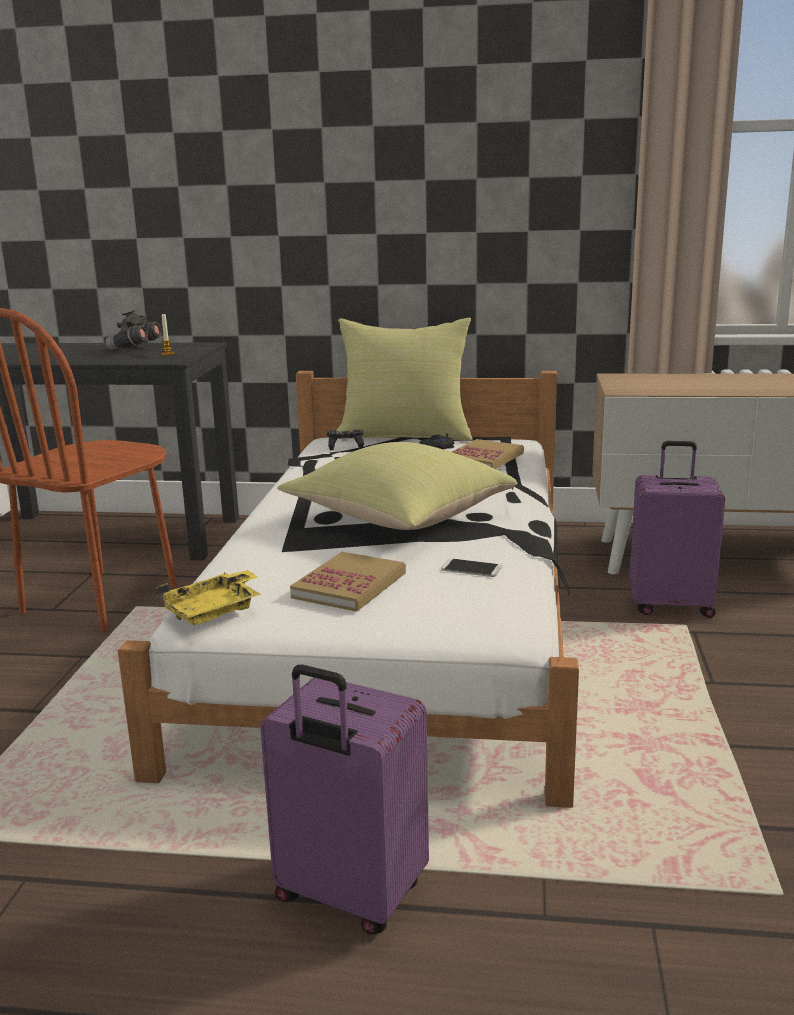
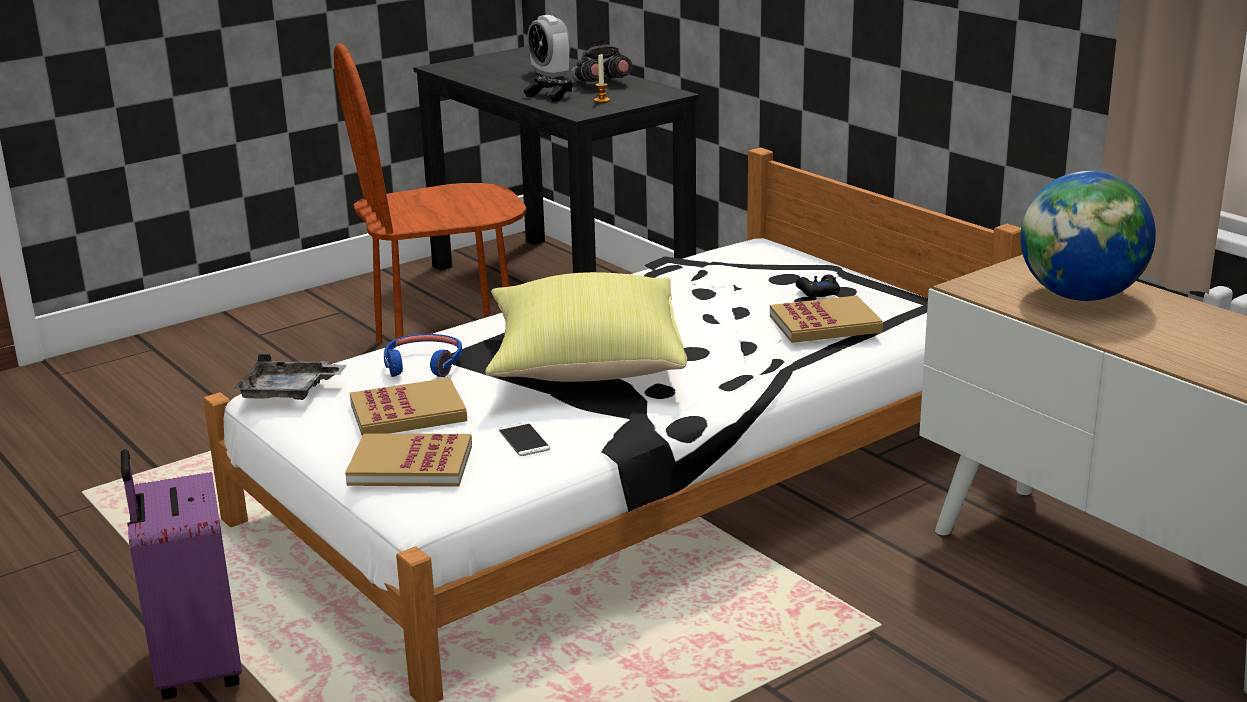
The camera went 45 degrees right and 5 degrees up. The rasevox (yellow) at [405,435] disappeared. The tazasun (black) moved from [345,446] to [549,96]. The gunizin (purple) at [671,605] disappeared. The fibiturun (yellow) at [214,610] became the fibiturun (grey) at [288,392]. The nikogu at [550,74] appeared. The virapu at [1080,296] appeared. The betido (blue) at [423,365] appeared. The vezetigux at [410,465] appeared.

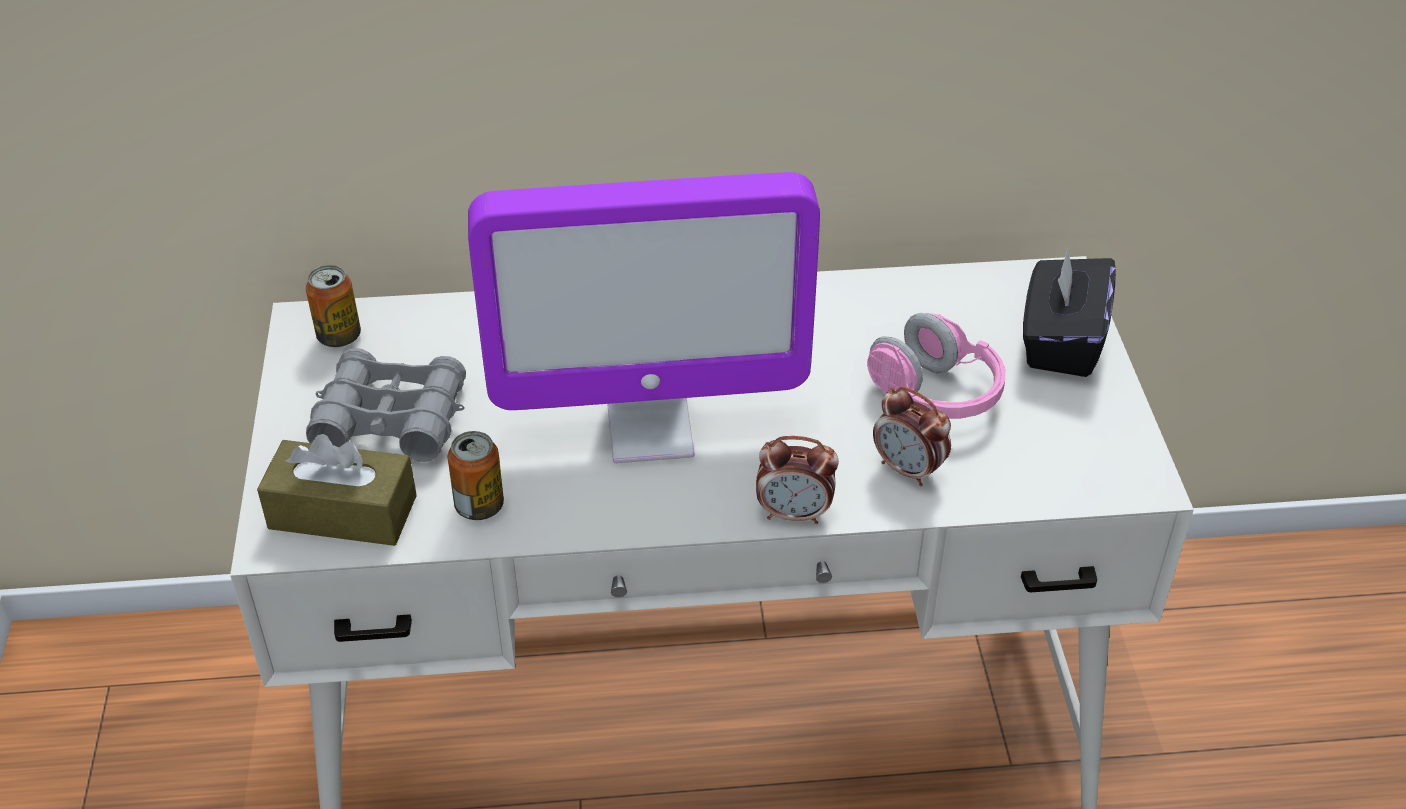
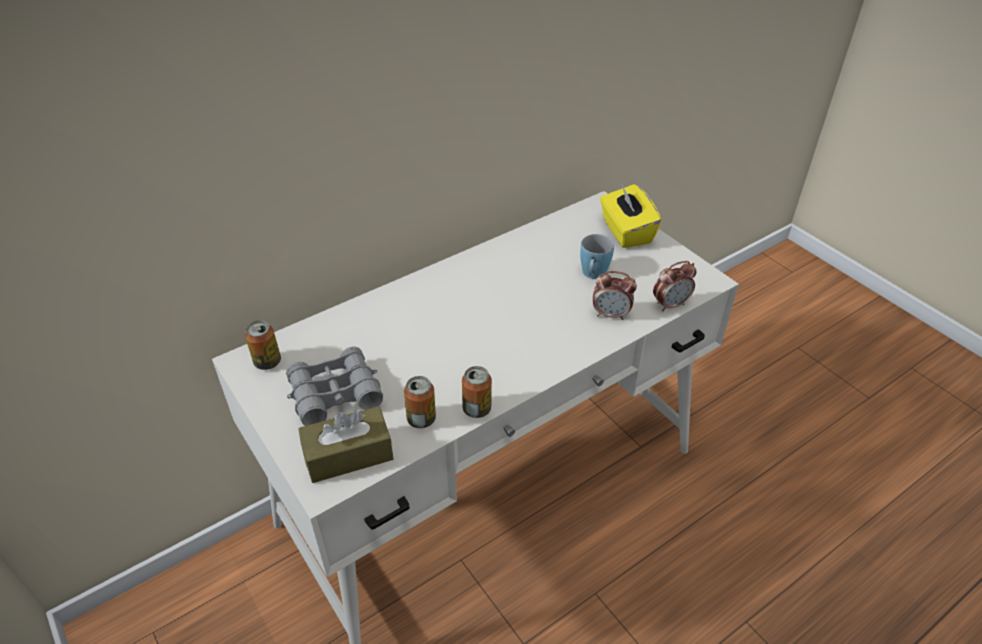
The camera went 30 degrees left and 0 degrees up. The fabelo at [650,429] disappeared. The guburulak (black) at [1060,342] became the guburulak (yellow) at [626,232]. The betido (pink) at [934,394] was replaced by the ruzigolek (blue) at [593,275]. The nikogu moved from [794,514] to [670,304]. The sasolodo at [477,409] appeared.

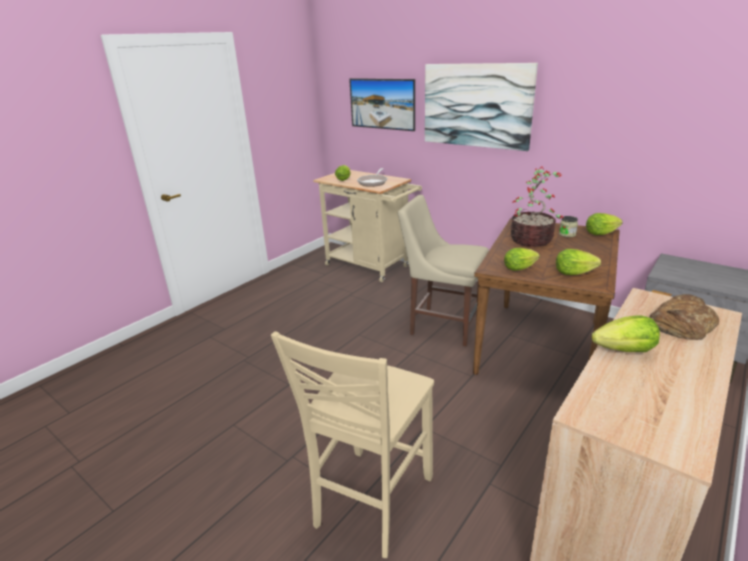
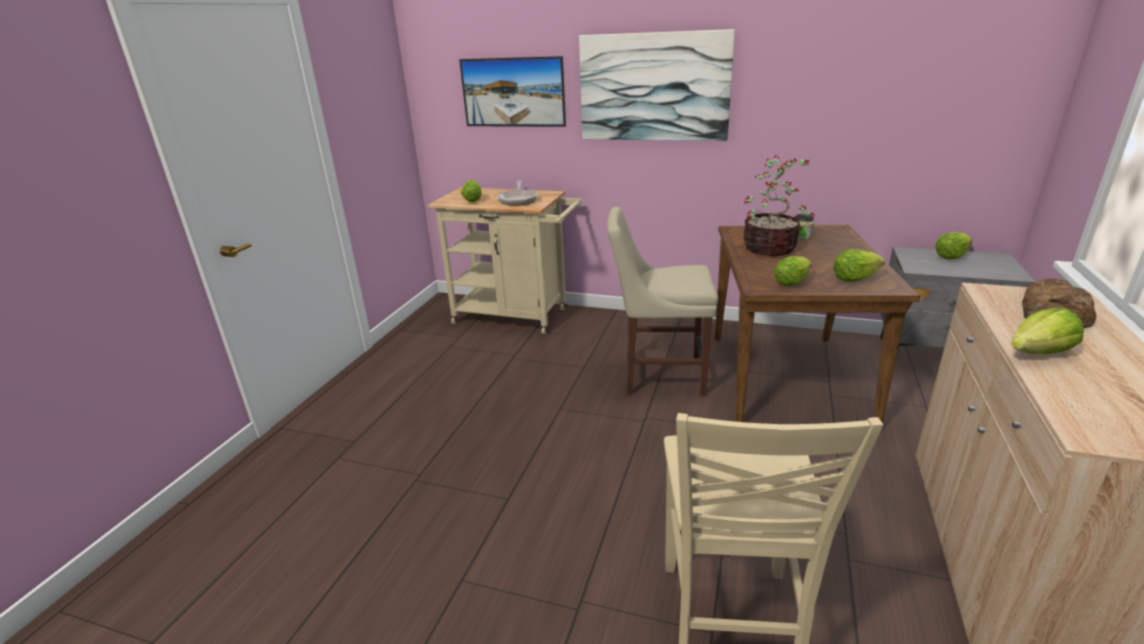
The camera went 20 degrees left and 0 degrees up. The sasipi moved from [600,233] to [951,256].

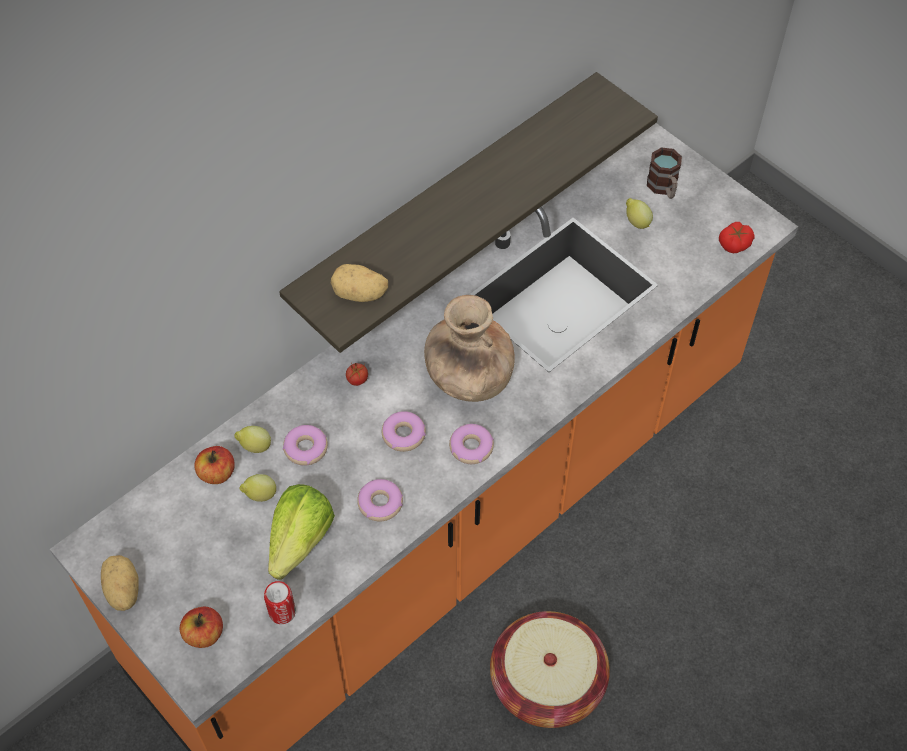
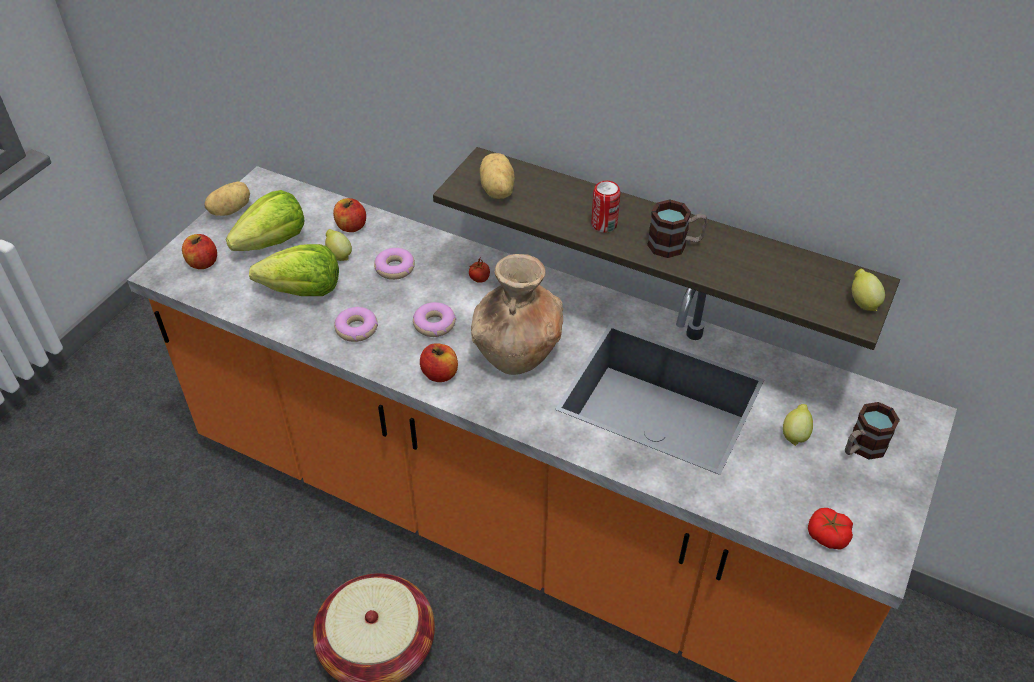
The camera went 70 degrees right and 10 degrees down. The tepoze at [471,447] was replaced by the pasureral at [440,374]. The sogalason moved from [255,447] to [862,302]. The sasolodo moved from [282,612] to [604,225]. The sasipi at [273,242] appeared. The ruzigolek at [675,245] appeared.

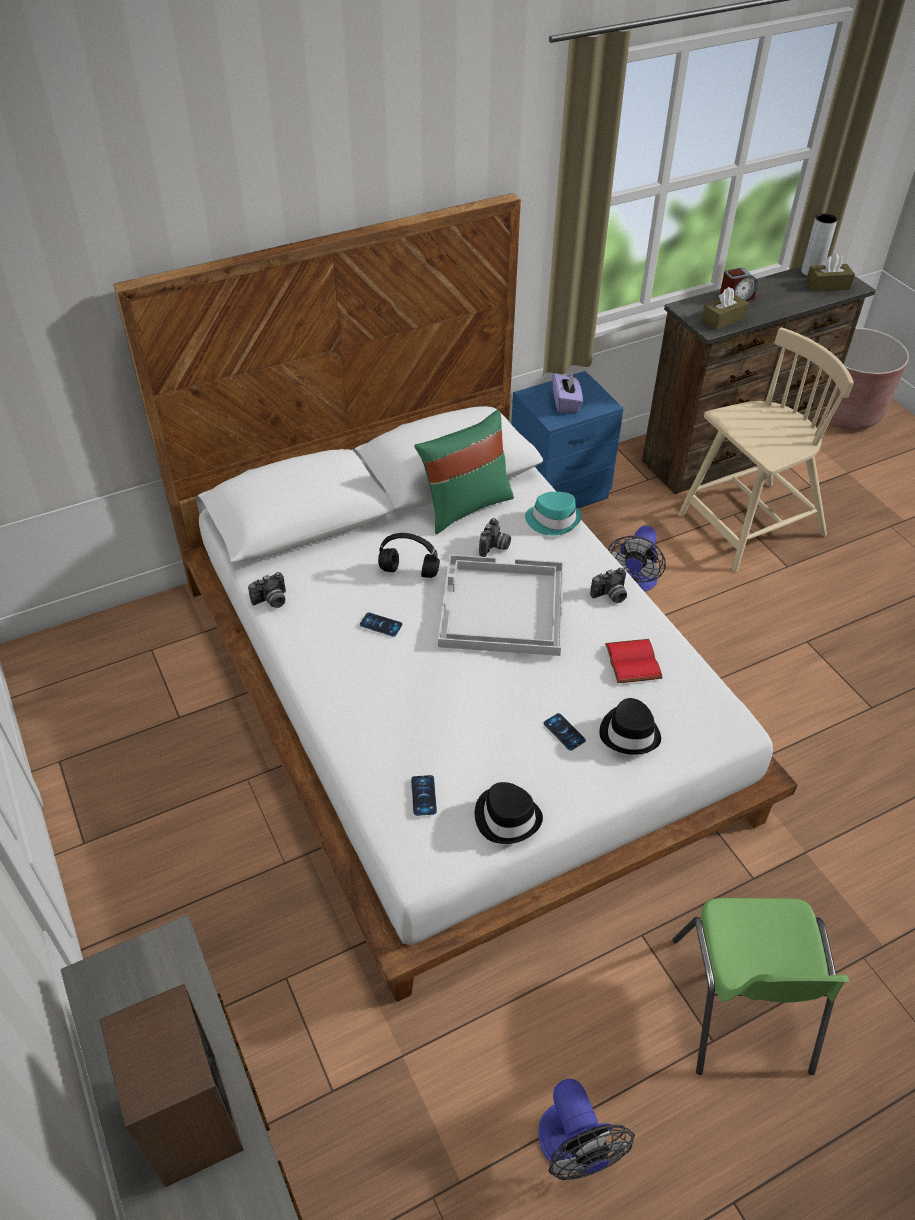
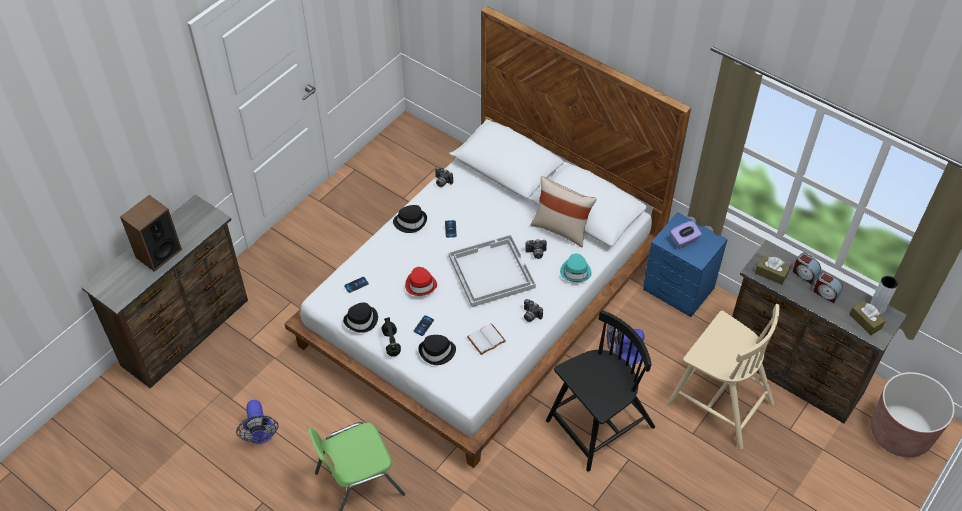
The camera went 65 degrees right and 5 degrees up. The rasevox (green) at [465,506] became the rasevox (beige) at [561,229]. The betido (black) moved from [410,571] to [392,343]. The vezetigux (red) at [634,662] became the vezetigux (white) at [486,340]. The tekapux at [574,1149] turned 60 degrees counterclockwise. The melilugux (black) at [410,222] appeared. The melilugux (red) at [421,284] appeared. The nikogu at [825,293] appeared. The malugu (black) at [598,425] appeared.

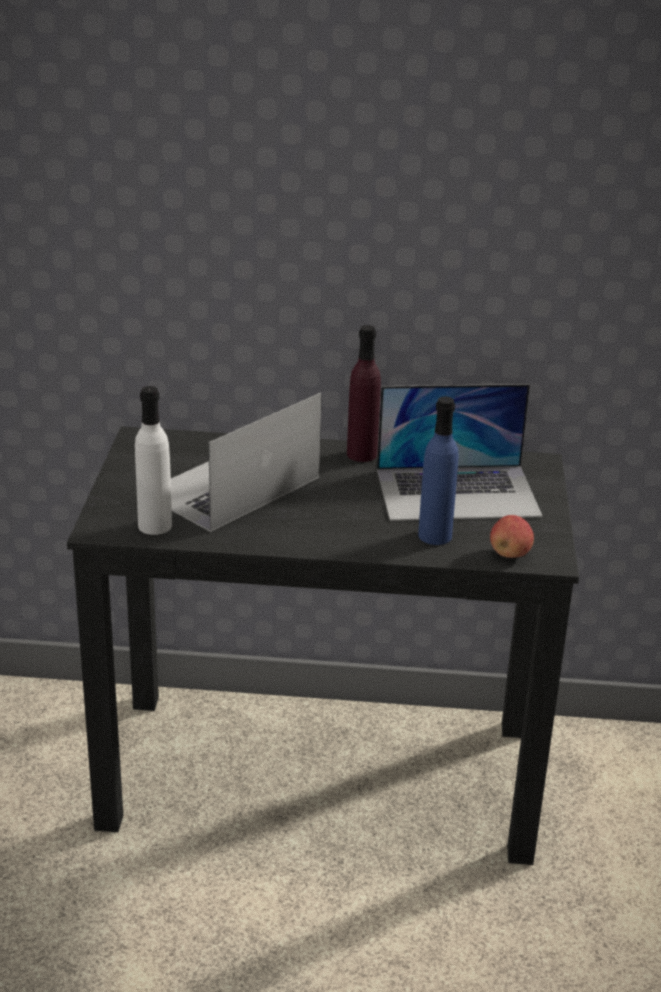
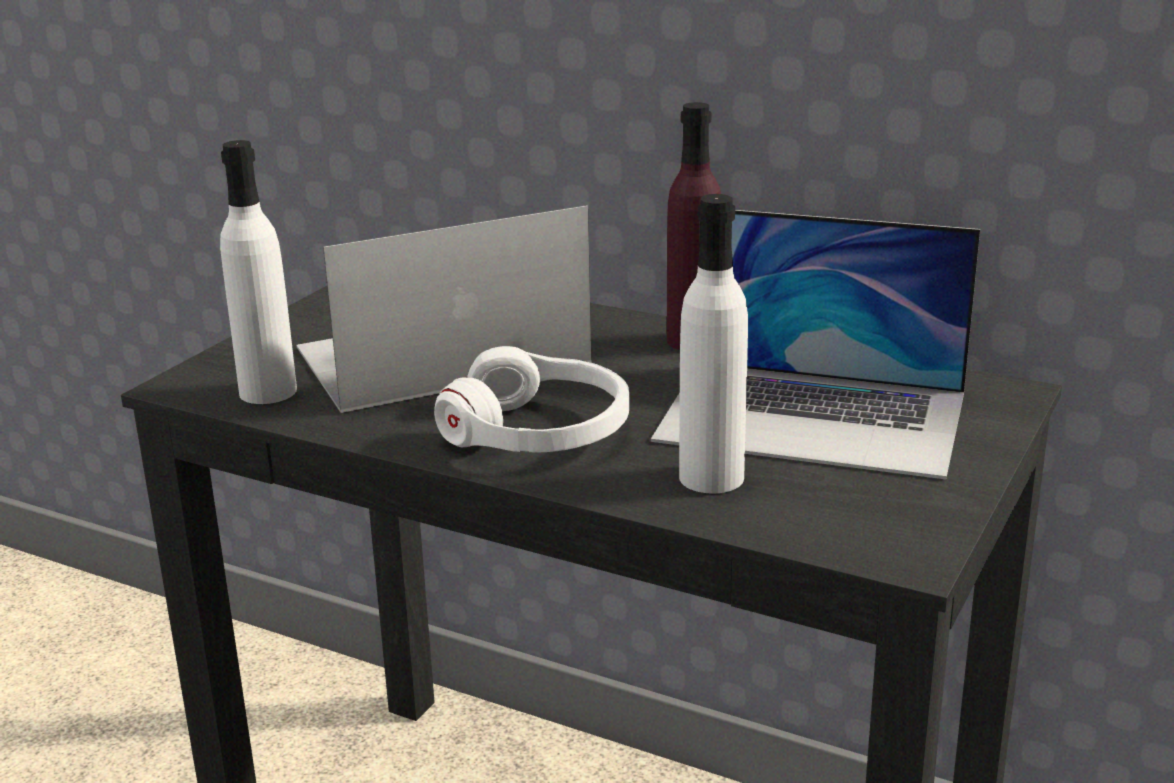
The camera went 25 degrees right and 5 degrees down. The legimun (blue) at [435,535] became the legimun (white) at [711,477]. The pasureral at [510,554] disappeared. The betido (white) at [538,432] appeared.

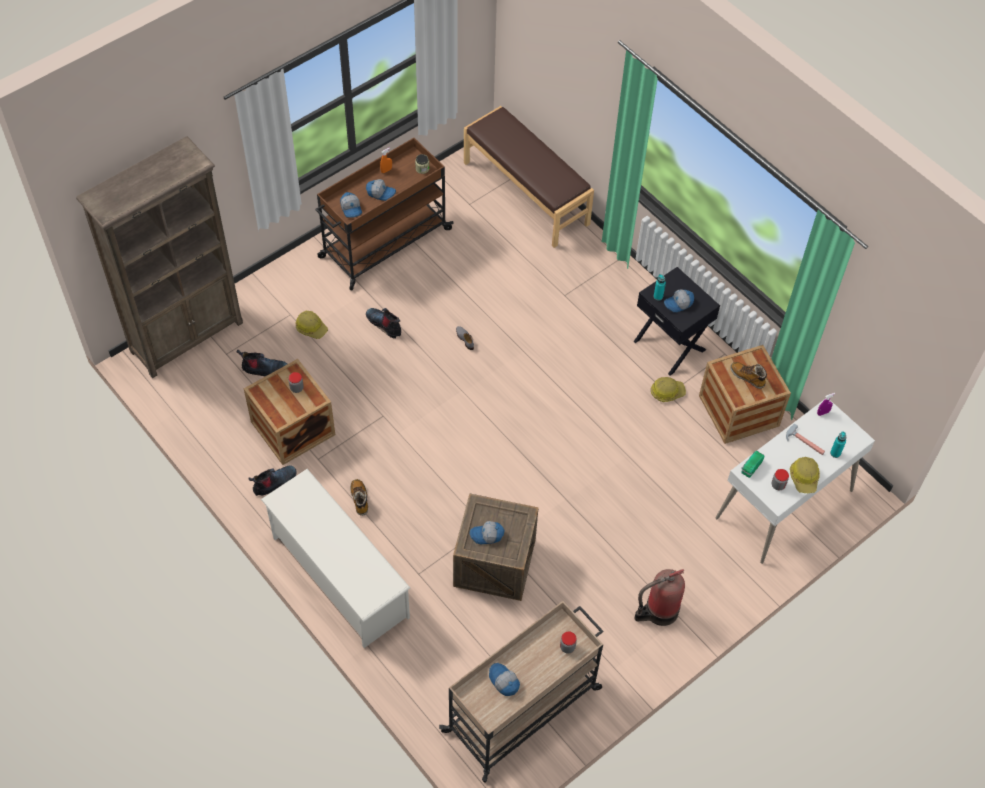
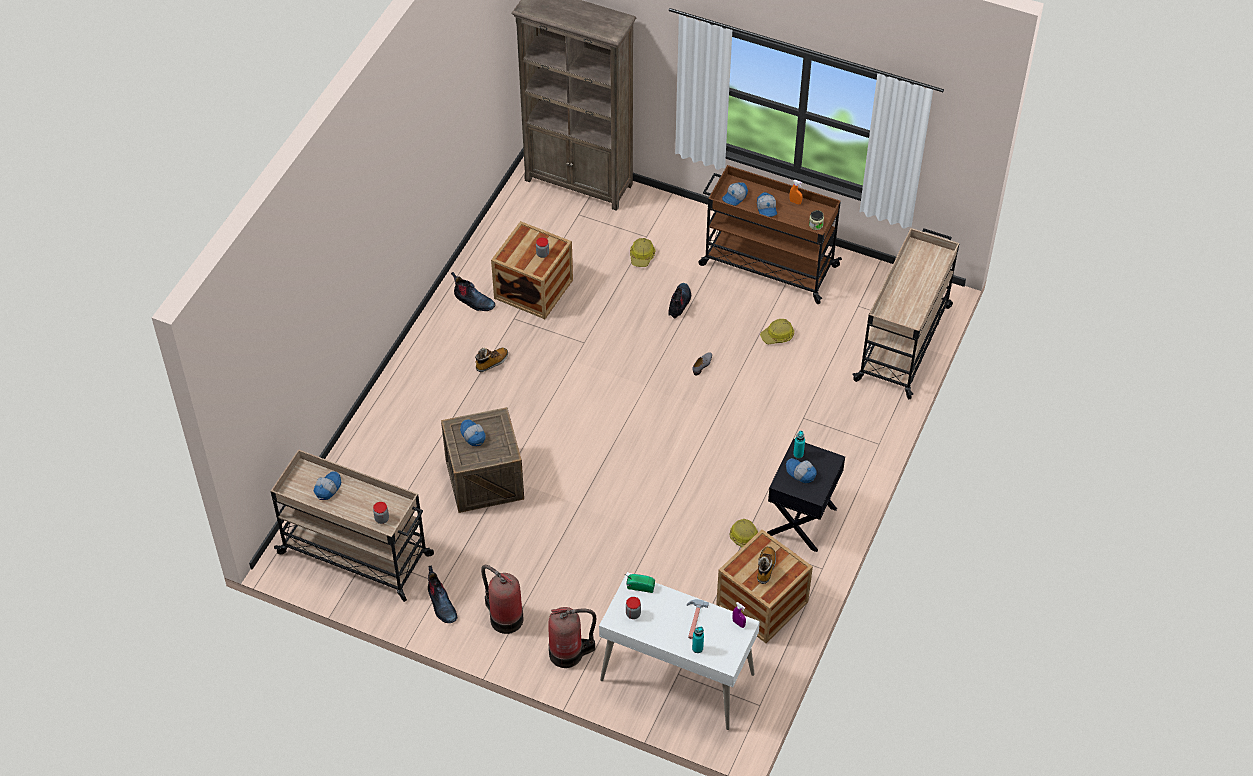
The camera went 65 degrees right and 5 degrees down. The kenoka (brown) at [526,193] was replaced by the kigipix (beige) at [904,342]. The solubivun moved from [264,369] to [441,604]. The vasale moved from [804,477] to [777,336]. The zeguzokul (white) at [339,576] disappeared. The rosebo at [569,653] appeared.

